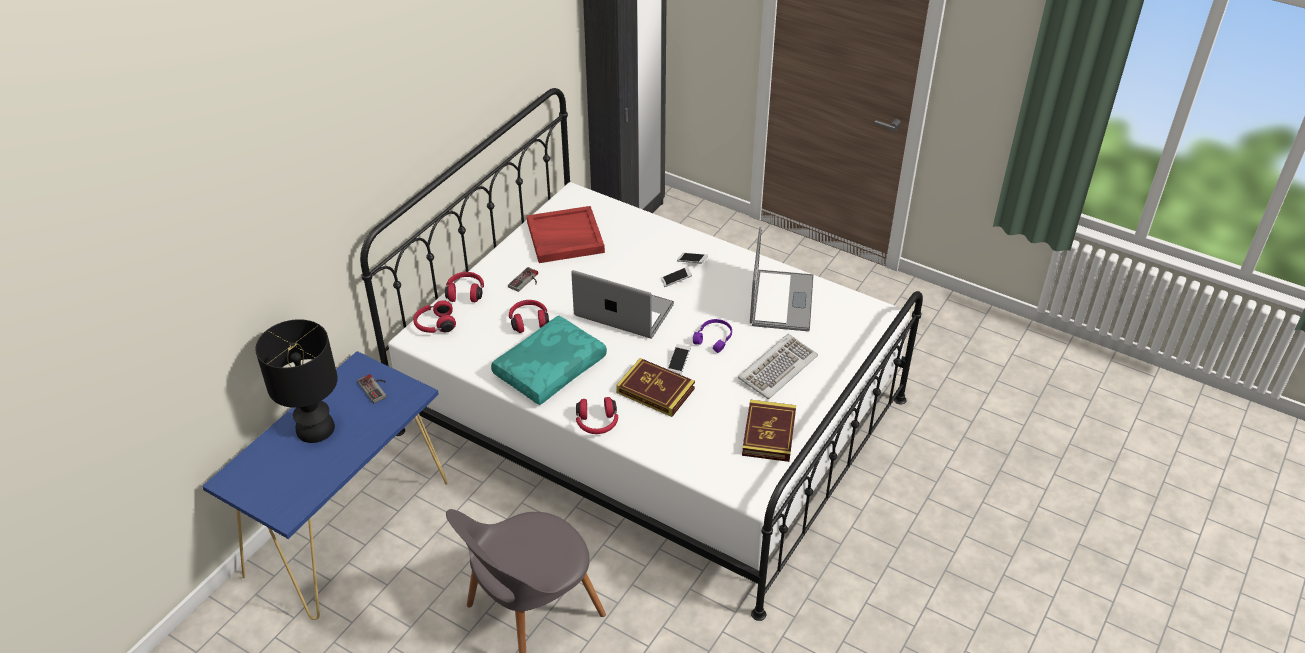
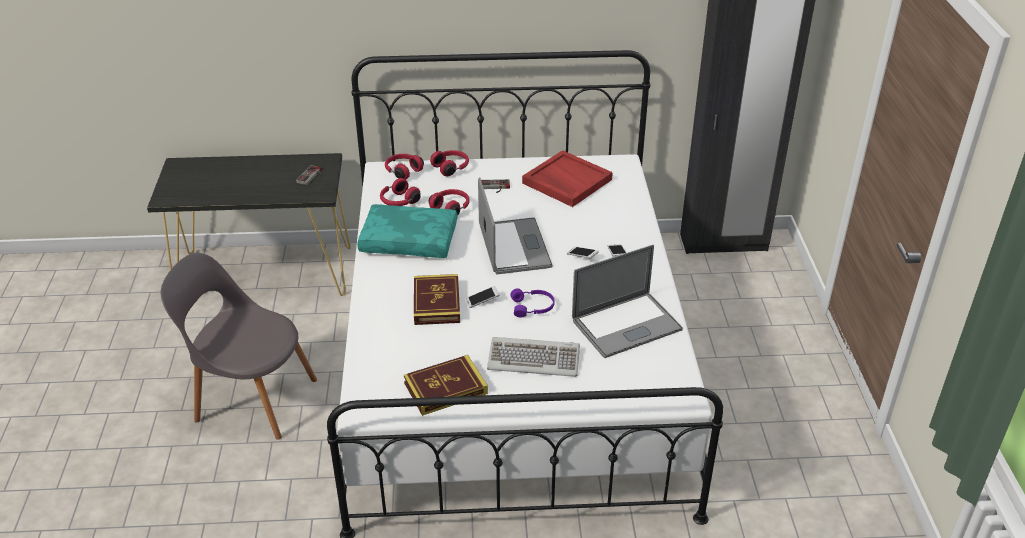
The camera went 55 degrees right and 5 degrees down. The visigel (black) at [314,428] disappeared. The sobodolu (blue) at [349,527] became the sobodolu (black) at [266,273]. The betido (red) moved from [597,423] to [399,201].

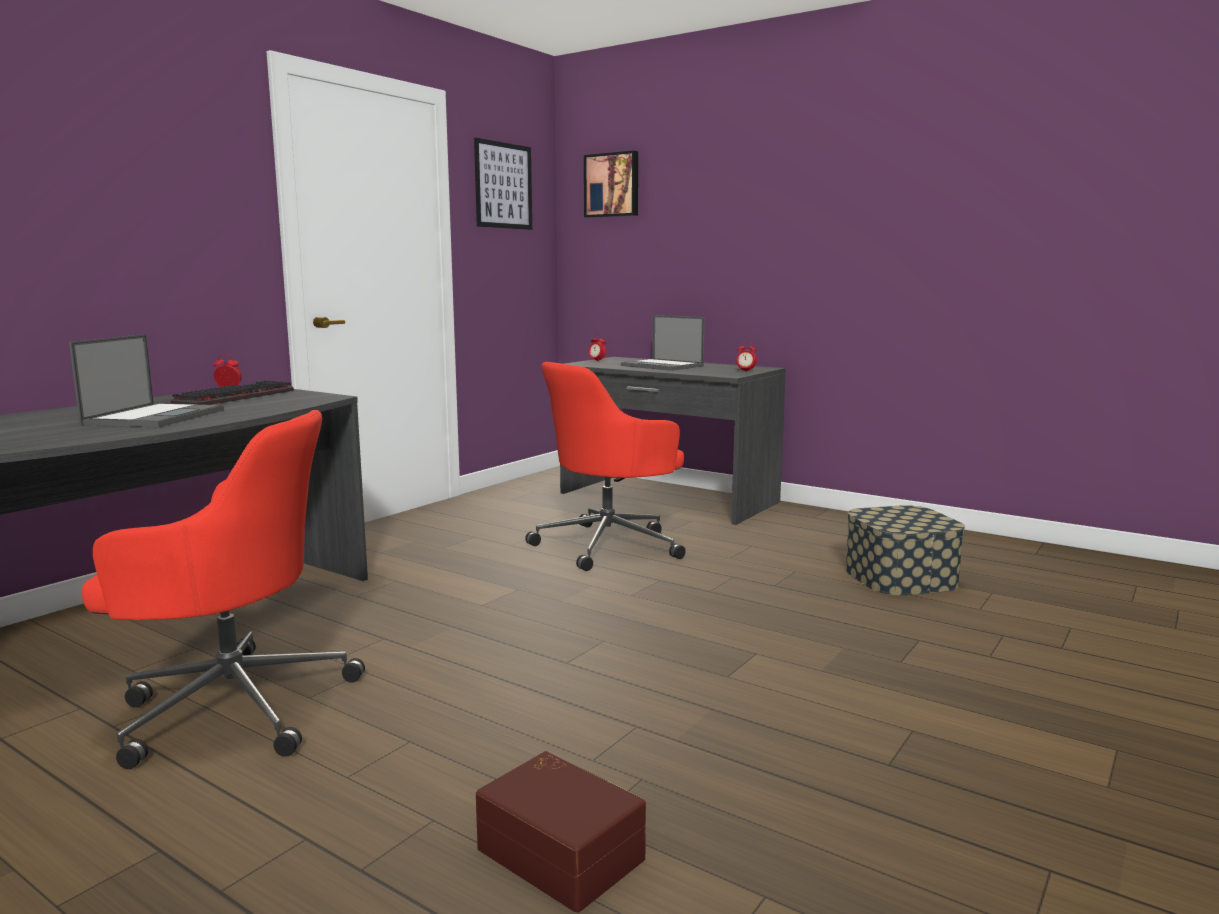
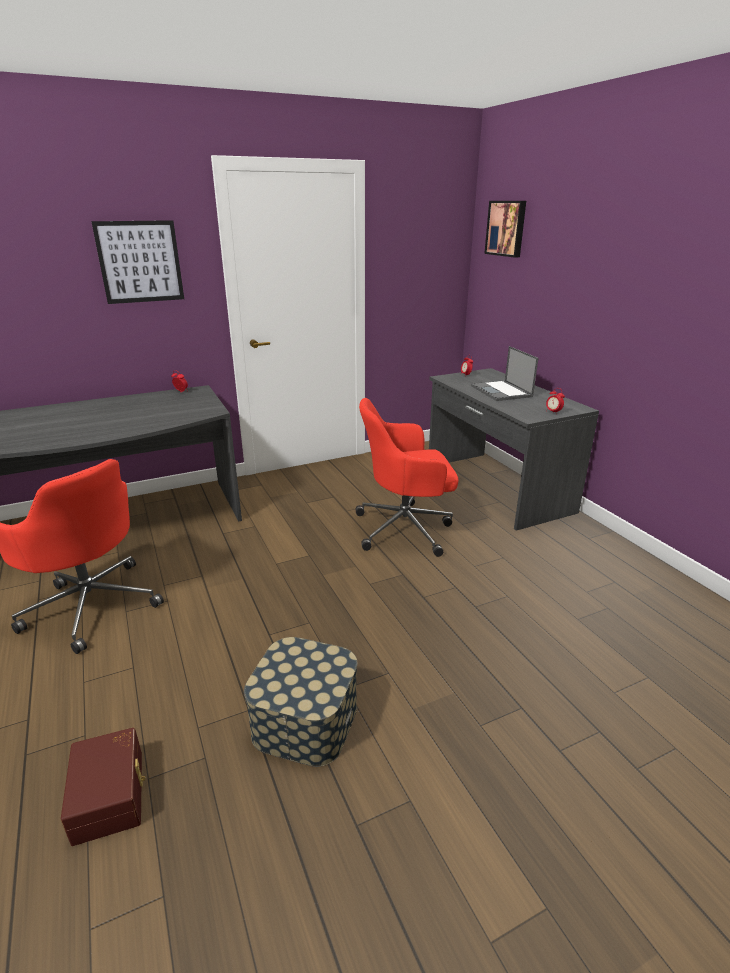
The camera went 30 degrees right and 15 degrees up. The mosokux moved from [503,185] to [140,262]. The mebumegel at [155,417] disappeared. The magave at [235,397] disappeared. The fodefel moved from [900,577] to [305,720].

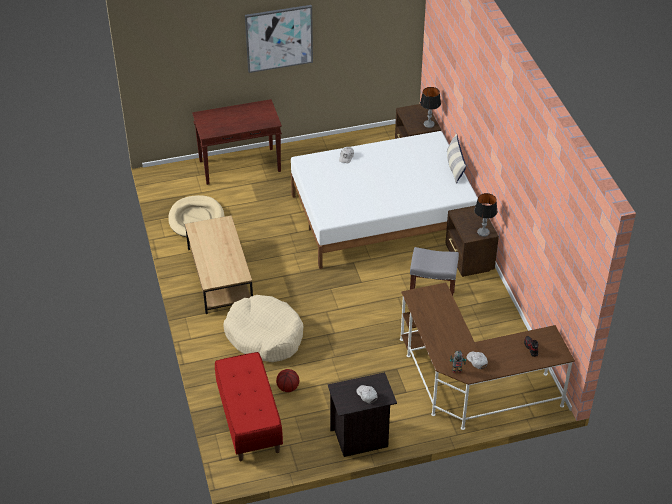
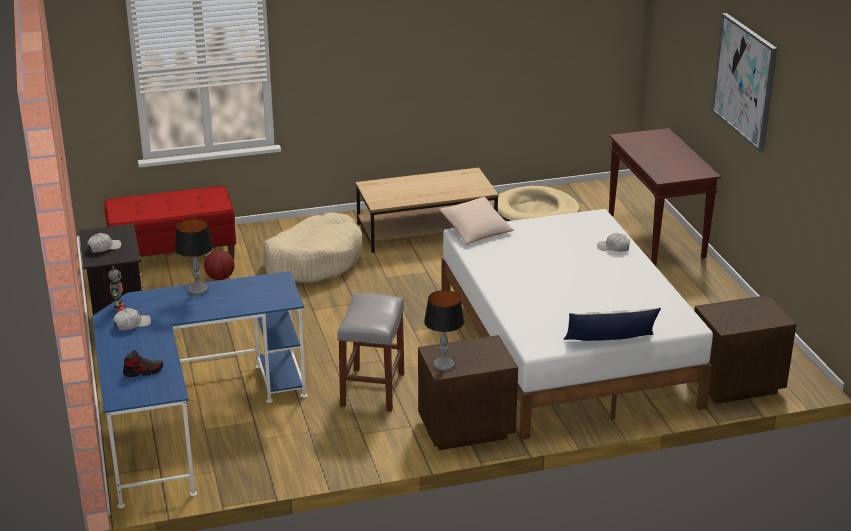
The camera went 90 degrees right and 15 degrees down. The visigel moved from [429,124] to [198,290]. The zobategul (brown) at [471,385] became the zobategul (blue) at [187,418]. The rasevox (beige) at [475,230] appeared.

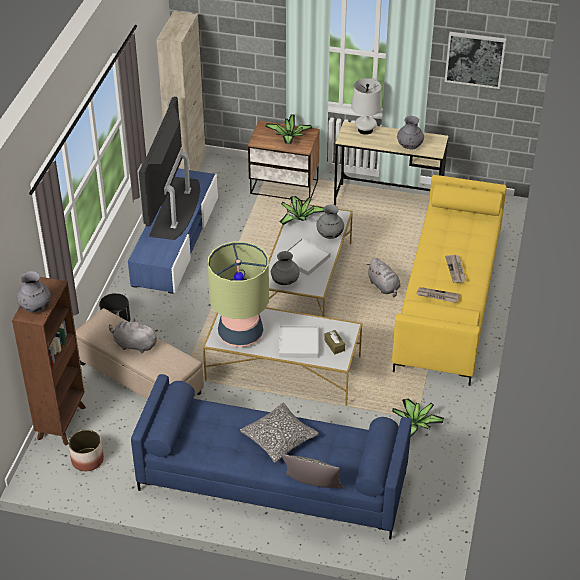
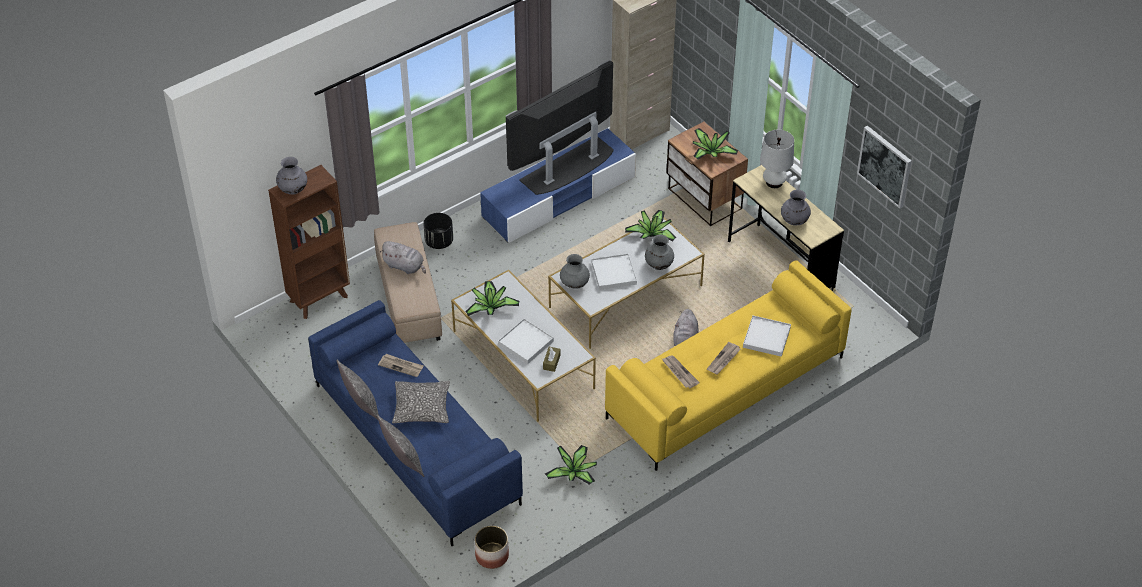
The camera went 40 degrees right and 5 degrees up. The visigel at [240,334] was replaced by the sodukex at [490,307]. The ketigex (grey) at [134,345] turned 150 degrees clockwise. The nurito moved from [87,460] to [492,556]. The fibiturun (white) at [766,338] appeared. The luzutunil at [401,366] appeared. The rasevox at [361,406] appeared.

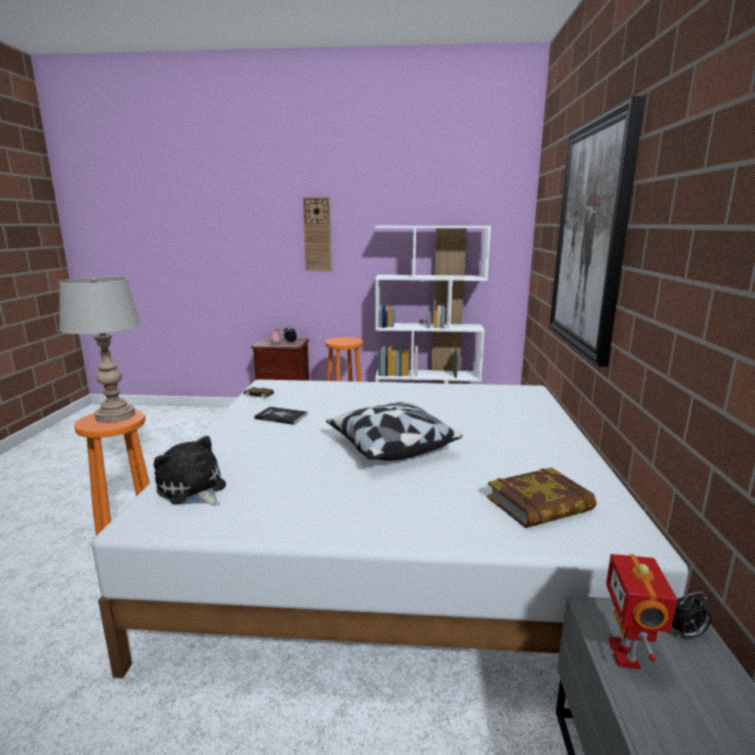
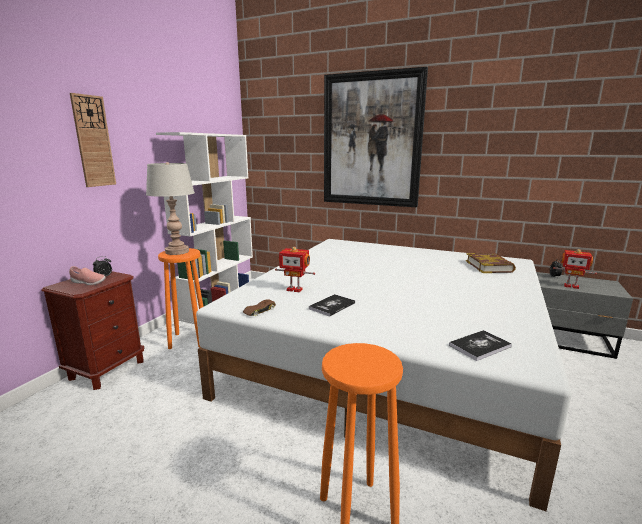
The camera went 70 degrees left and 0 degrees up. The visigel (grey) moved from [115,416] to [177,252]. The rasevox at [390,446] disappeared. The ketigex at [193,490] was replaced by the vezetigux at [479,346]. The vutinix at [294,289] appeared.

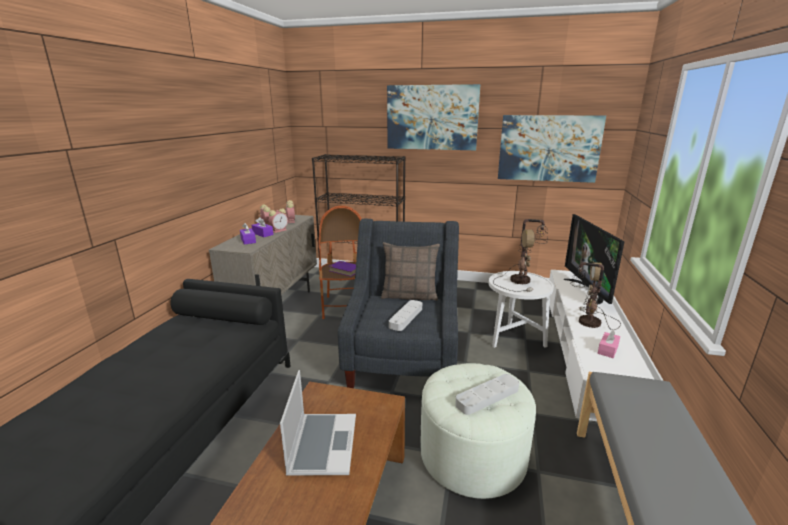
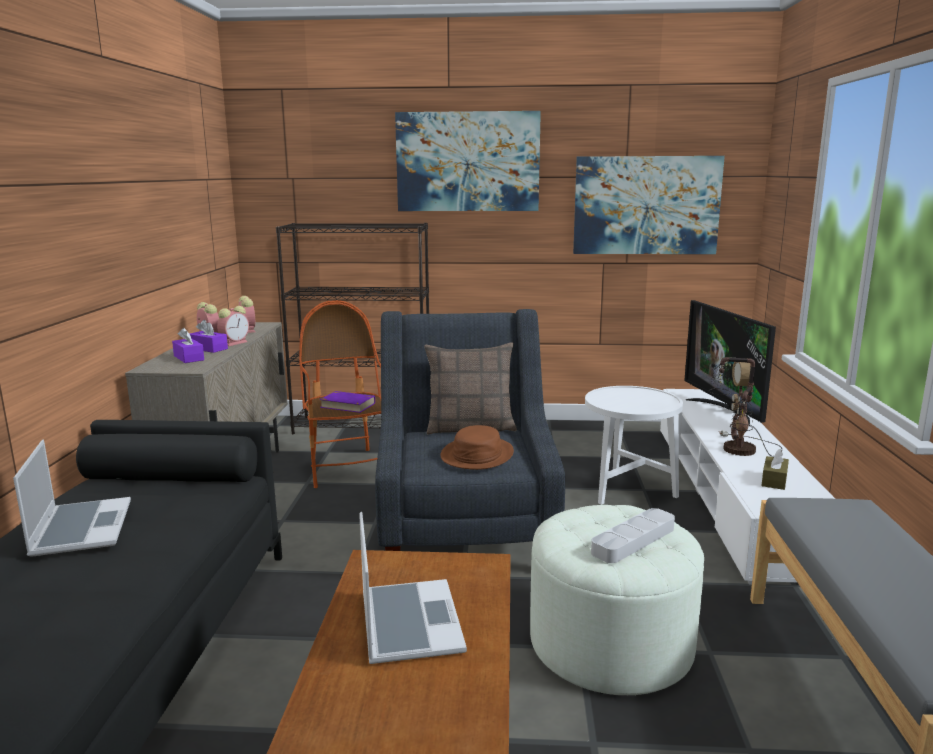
The camera went 10 degrees left and 5 degrees down. The visigel at [520,280] disappeared. The fibiturun (grey) at [406,317] was replaced by the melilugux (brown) at [477,455]. The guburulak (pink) at [608,350] became the guburulak (brown) at [774,480]. The mebumegel at [81,528] appeared.

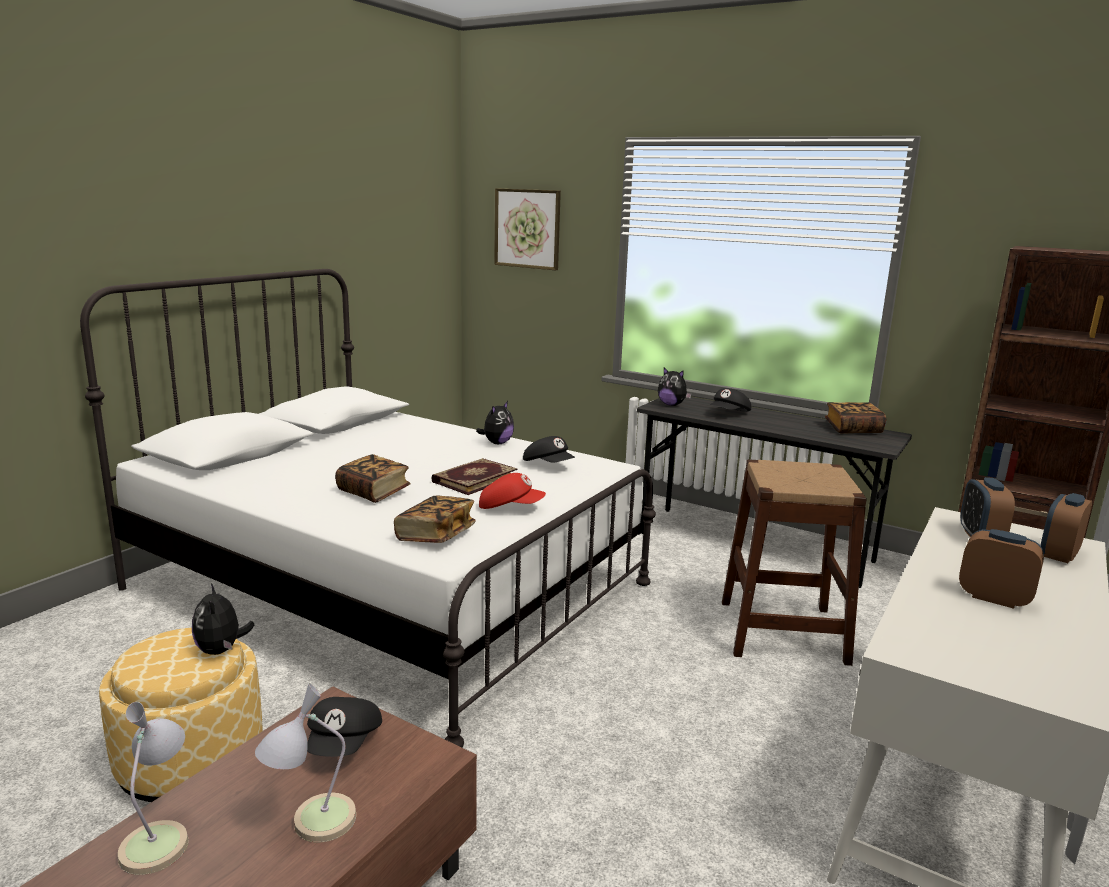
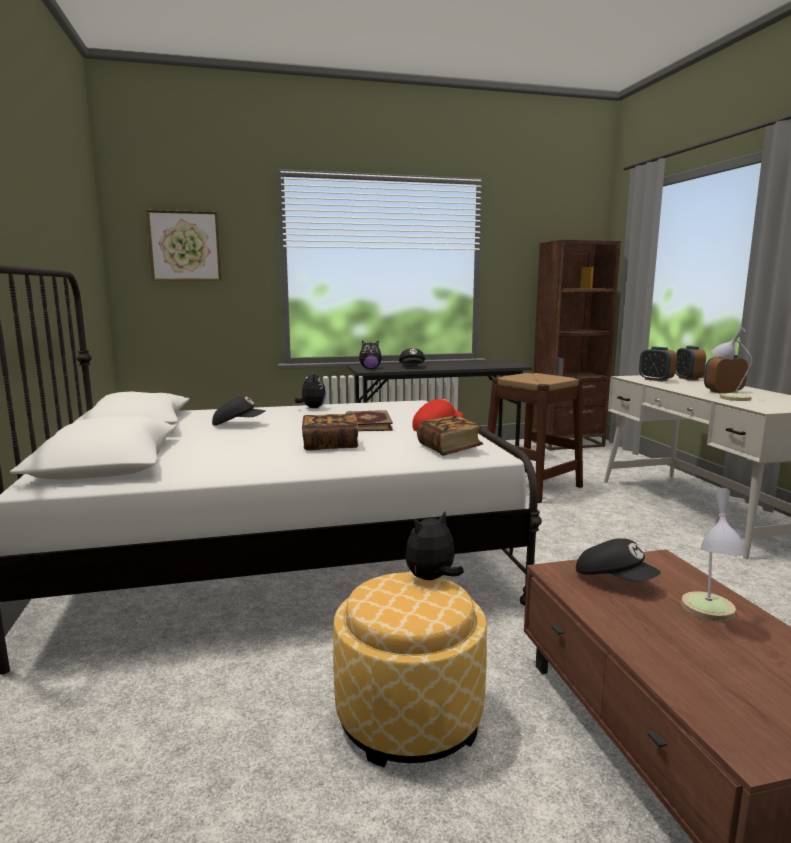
The camera went 45 degrees left and 5 degrees down. The vezetigux at [853,429] disappeared. The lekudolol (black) moved from [549,465] to [238,424]. The ketigex at [221,650] turned 120 degrees clockwise. The visigel moved from [160,837] to [728,397].

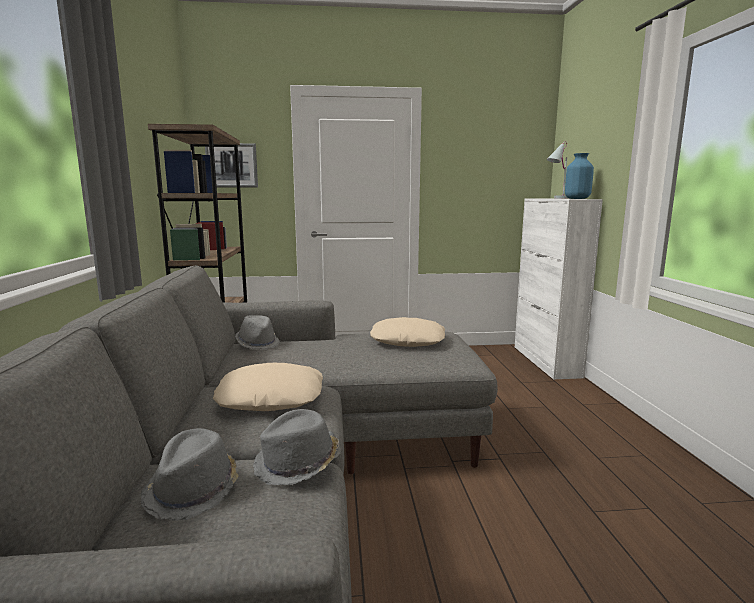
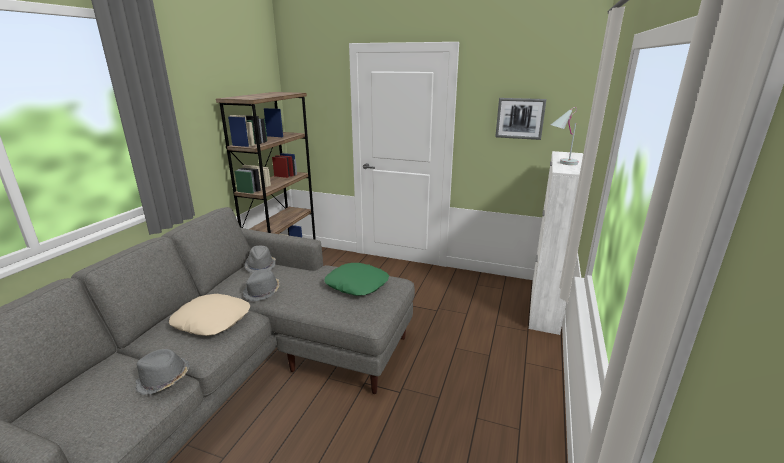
The camera went 25 degrees right and 10 degrees up. The mosokux moved from [232,165] to [520,118]. The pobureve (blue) at [576,198] disappeared. The rasevox (beige) at [408,340] became the rasevox (green) at [357,284]. The melilugux (grey) moved from [194,490] to [262,292].

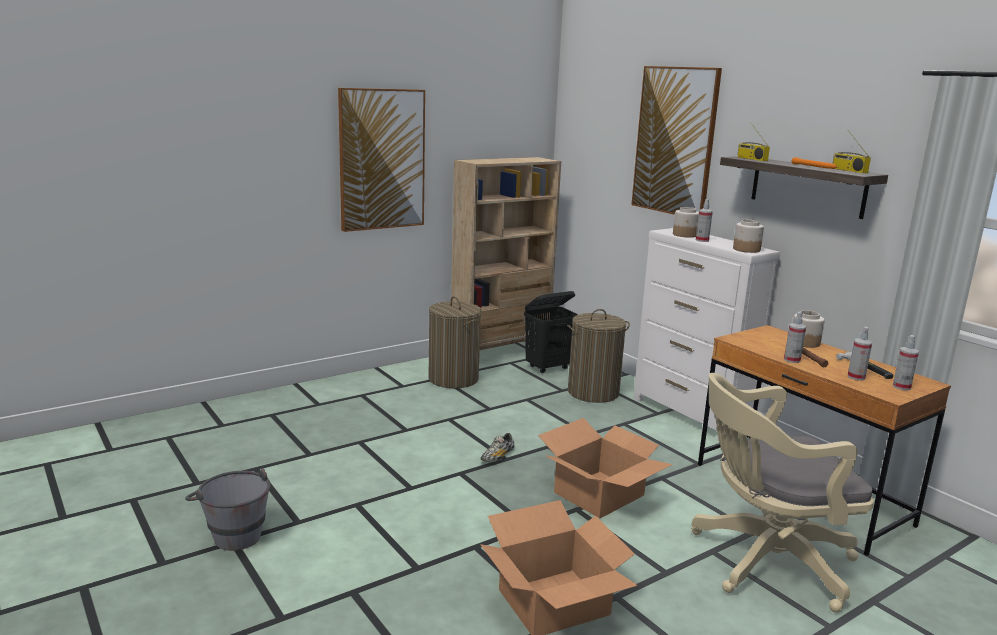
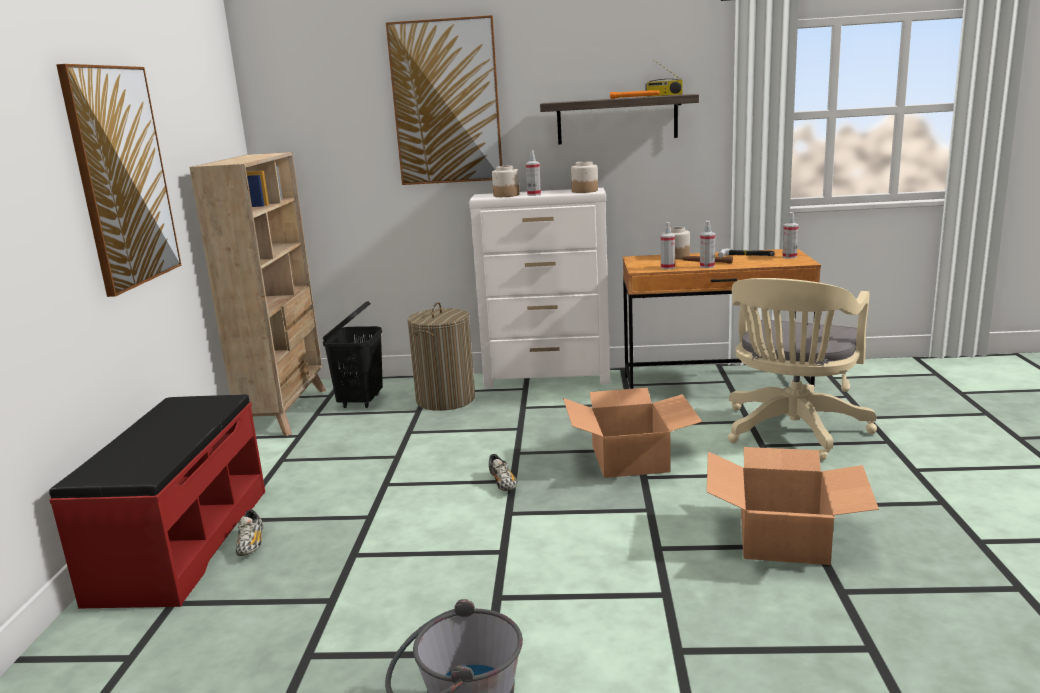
The camera went 50 degrees left and 0 degrees up. The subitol at [751,159] disappeared. The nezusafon at [453,379] disappeared. The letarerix moved from [856,377] to [667,267]. The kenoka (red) at [181,543] appeared. The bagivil at [251,544] appeared.

